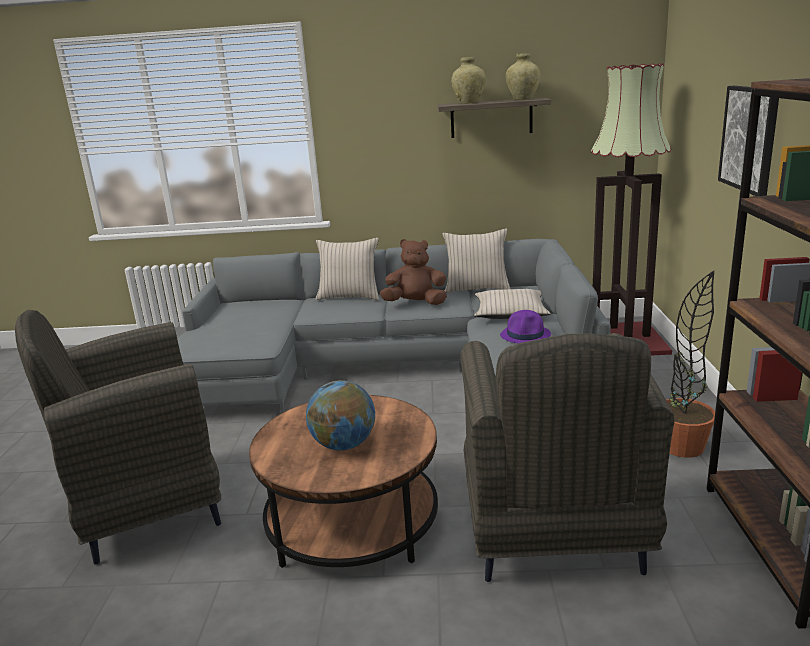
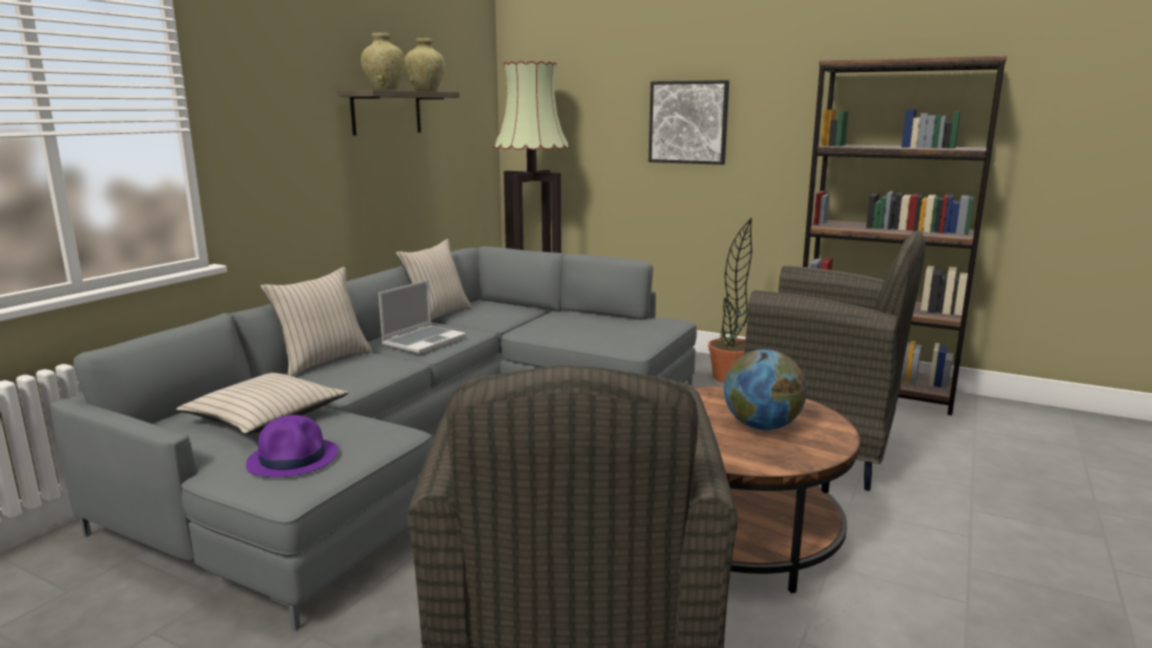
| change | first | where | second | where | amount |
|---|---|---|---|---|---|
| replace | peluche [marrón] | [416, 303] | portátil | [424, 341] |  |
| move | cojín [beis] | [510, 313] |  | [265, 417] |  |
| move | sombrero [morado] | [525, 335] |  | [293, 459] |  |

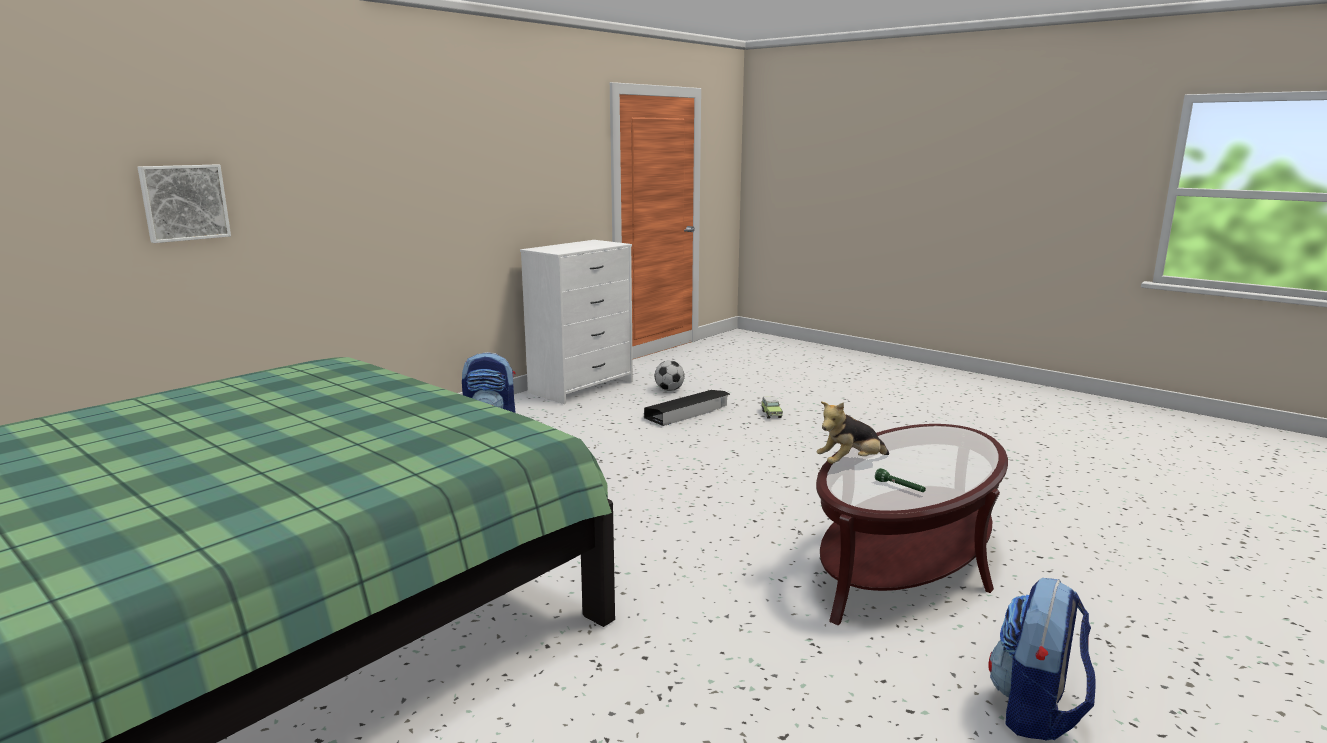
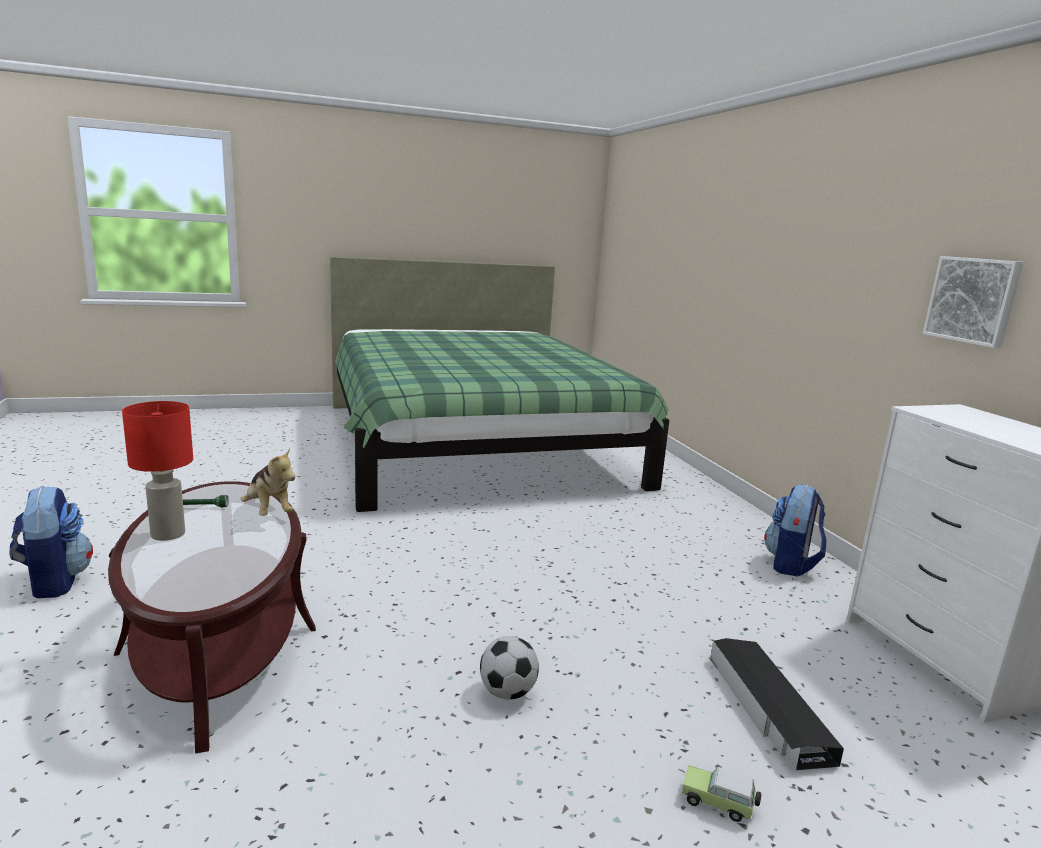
| change | first | where | second | where | amount |
|---|---|---|---|---|---|
| move | cuadro | [184, 202] |  | [973, 300] |  |
| move | balón de fútbol | [669, 390] |  | [508, 692] |  |
| rotate | peluche | [850, 463] |  | [268, 511] | 135 degrees clockwise |
| insert |  |  | lámpara de mesa [rojo] | [167, 534] |  |

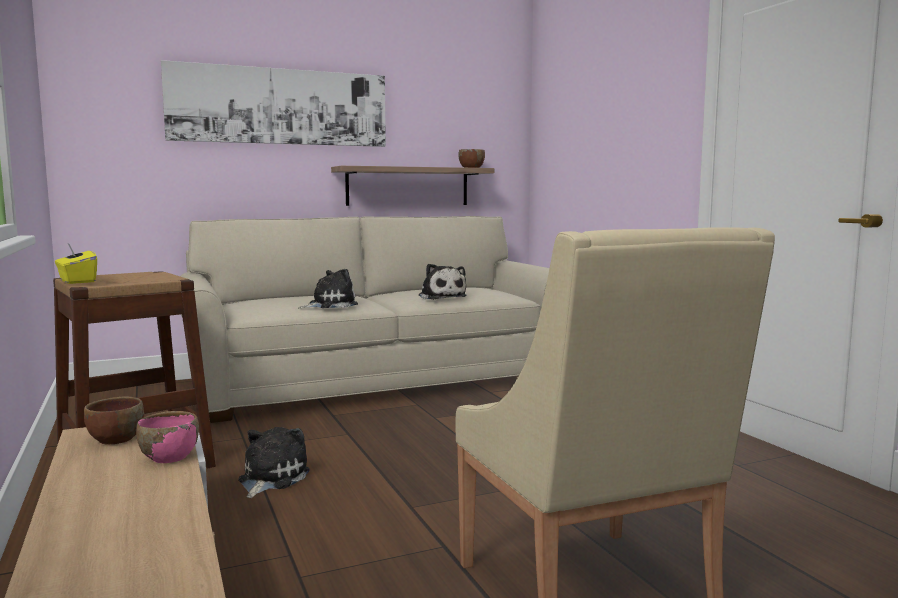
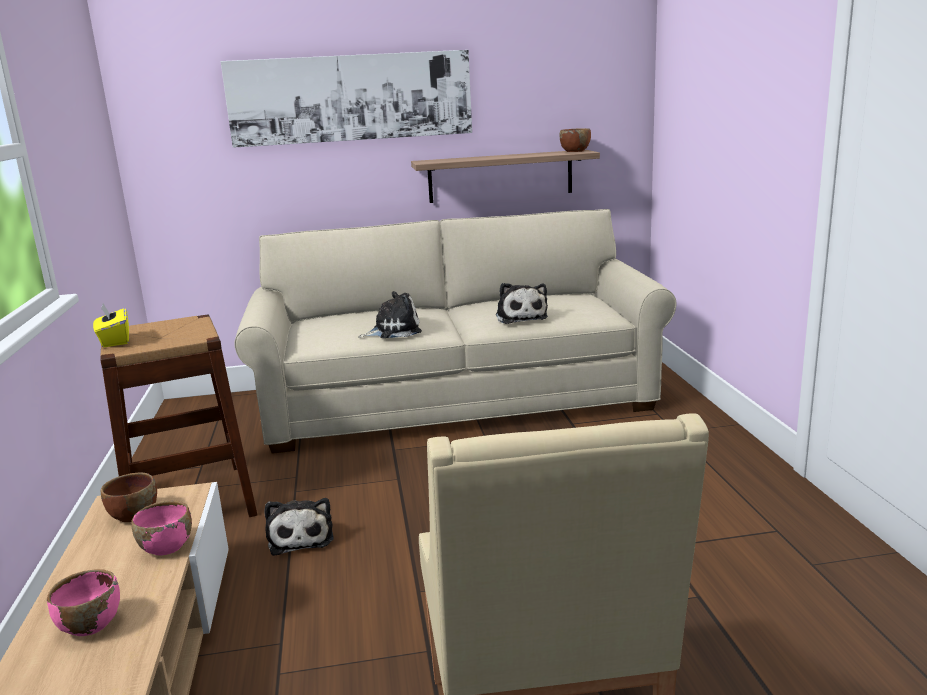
| change | first | where | second | where | amount |
|---|---|---|---|---|---|
| rotate | peluche | [270, 478] |  | [301, 537] | 135 degrees clockwise |
| insert |  |  | cuenco [rosa] | [90, 624] |  |

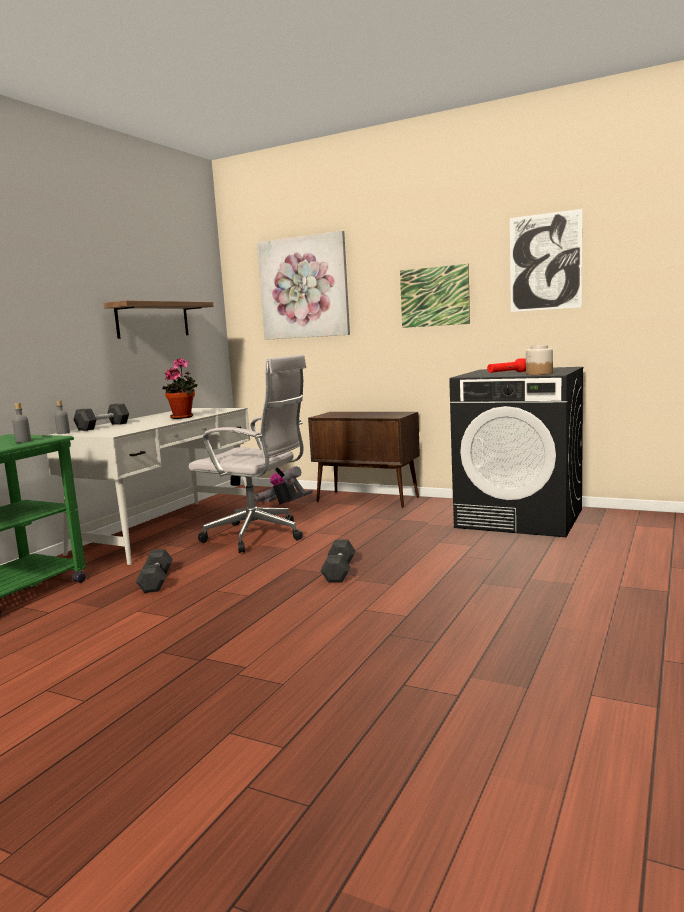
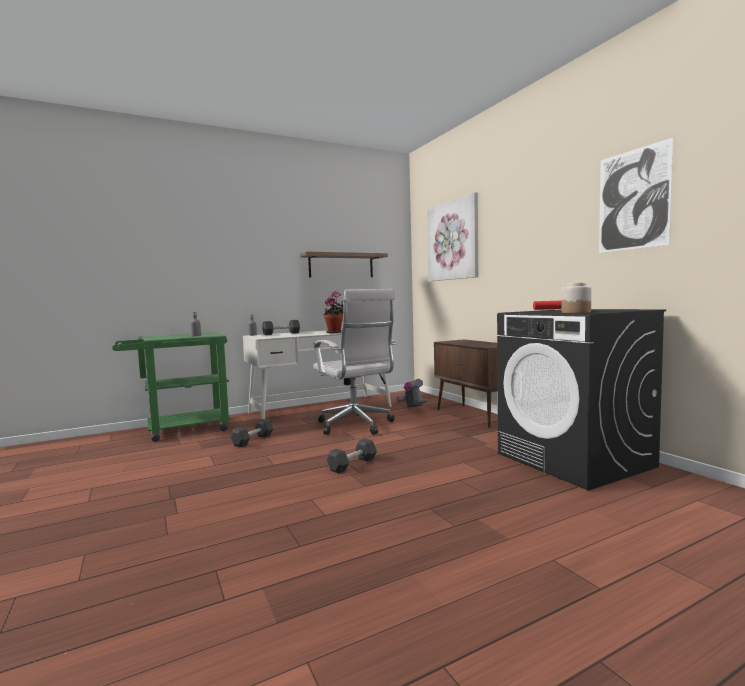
| change | first | where | second | where | amount |
|---|---|---|---|---|---|
| delete | cuadro | [434, 296] |  |  |  |

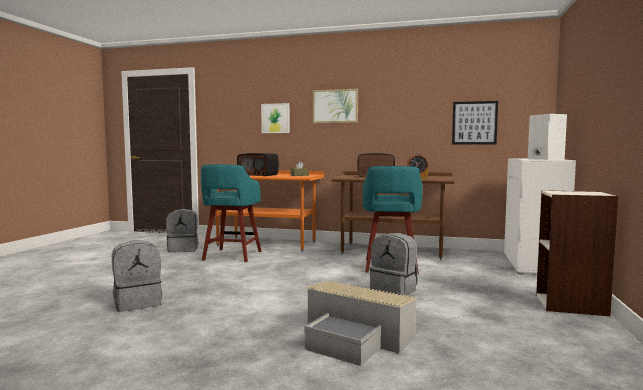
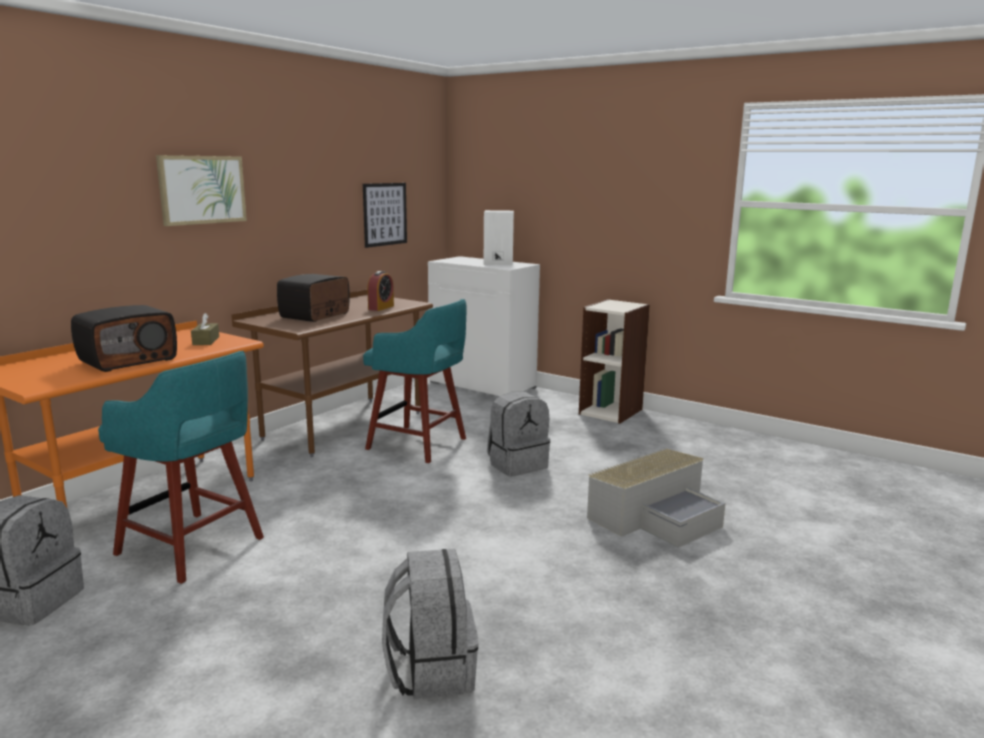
| change | first | where | second | where | amount |
|---|---|---|---|---|---|
| delete | cuadro | [275, 118] |  |  |  |

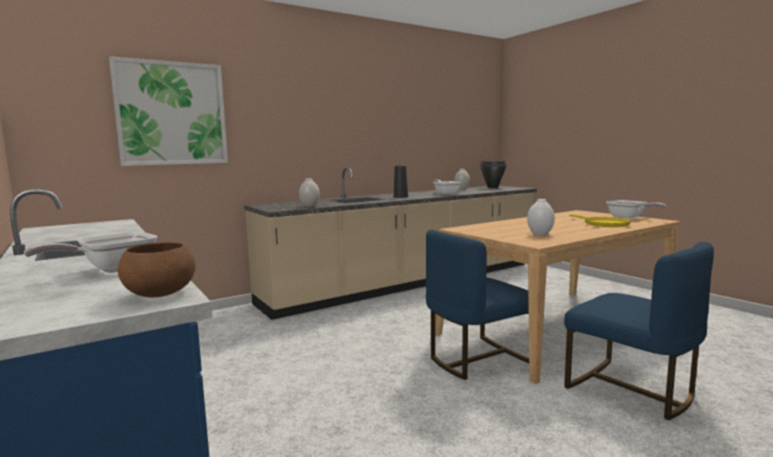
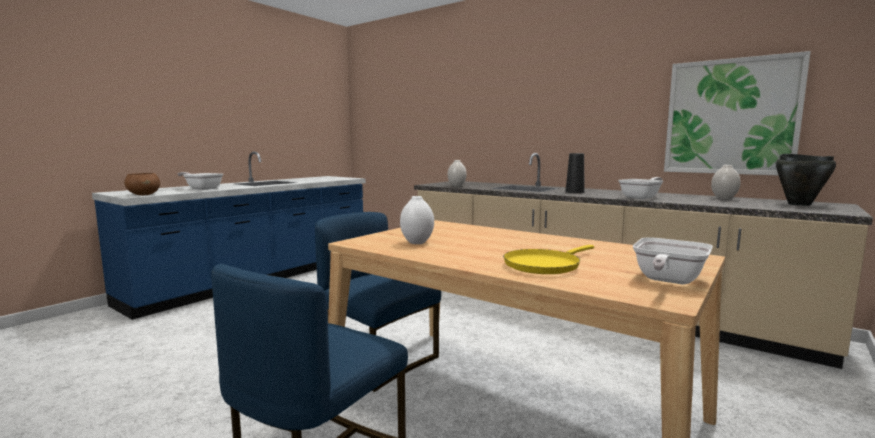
| change | first | where | second | where | amount |
|---|---|---|---|---|---|
| move | cuadro | [172, 114] |  | [730, 117] |  |

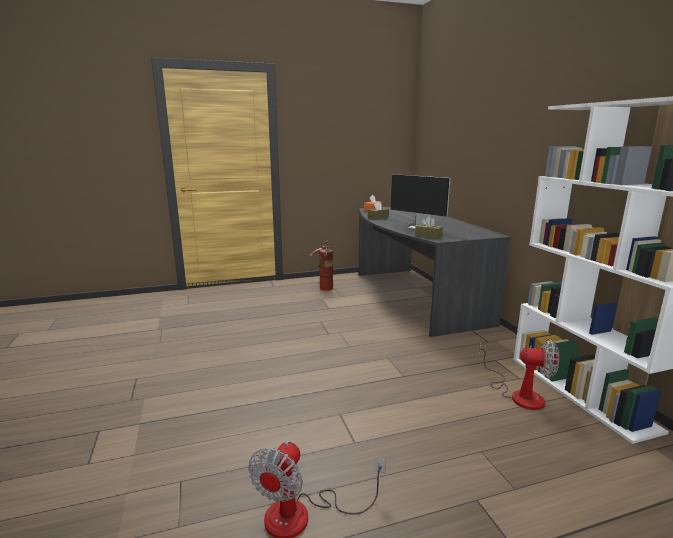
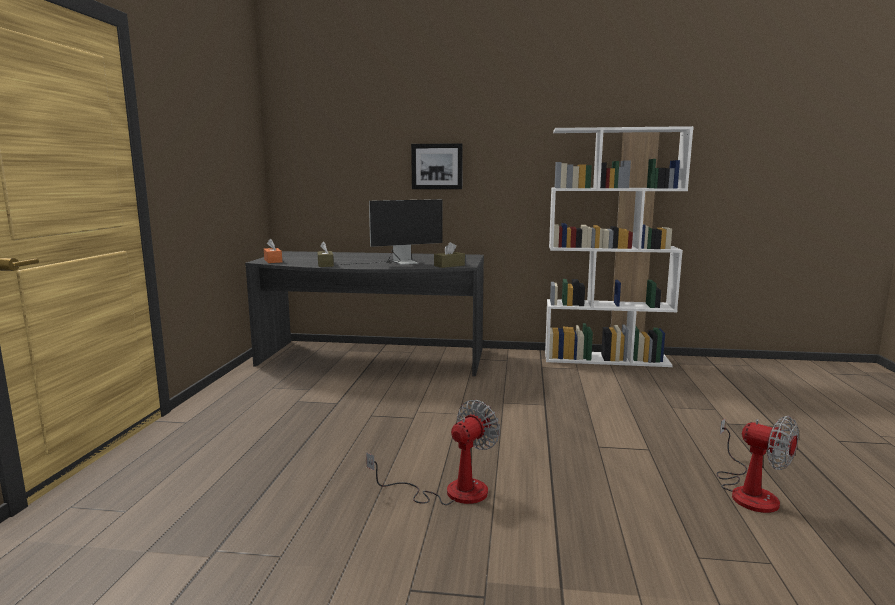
| change | first | where | second | where | amount |
|---|---|---|---|---|---|
| delete | extintor | [323, 286] |  |  |  |
| move | ventilador | [518, 394] |  | [451, 492] |  |
| insert |  |  | cuadro | [437, 166] |  |

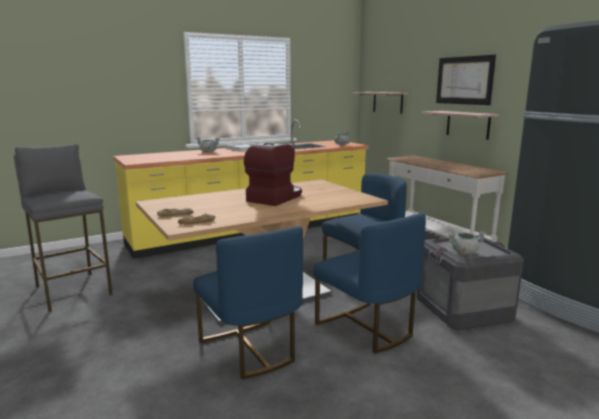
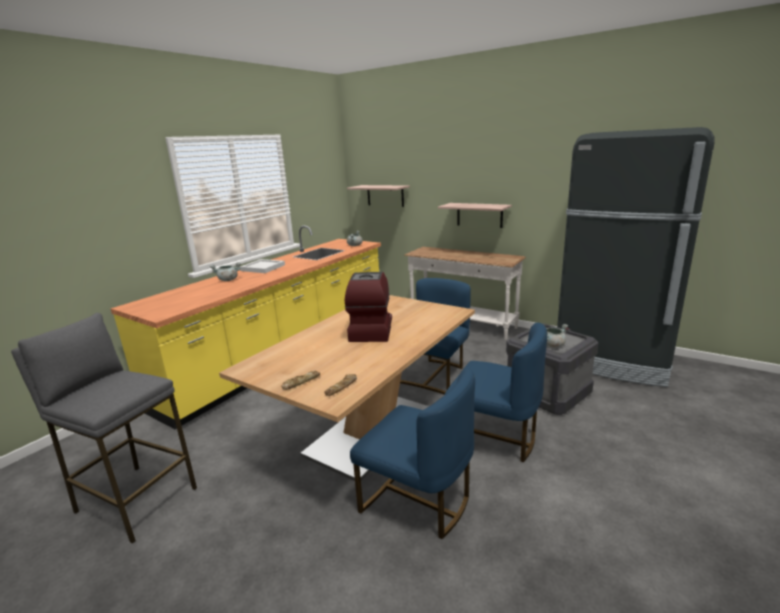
| change | first | where | second | where | amount |
|---|---|---|---|---|---|
| delete | cuadro | [464, 80] |  |  |  |

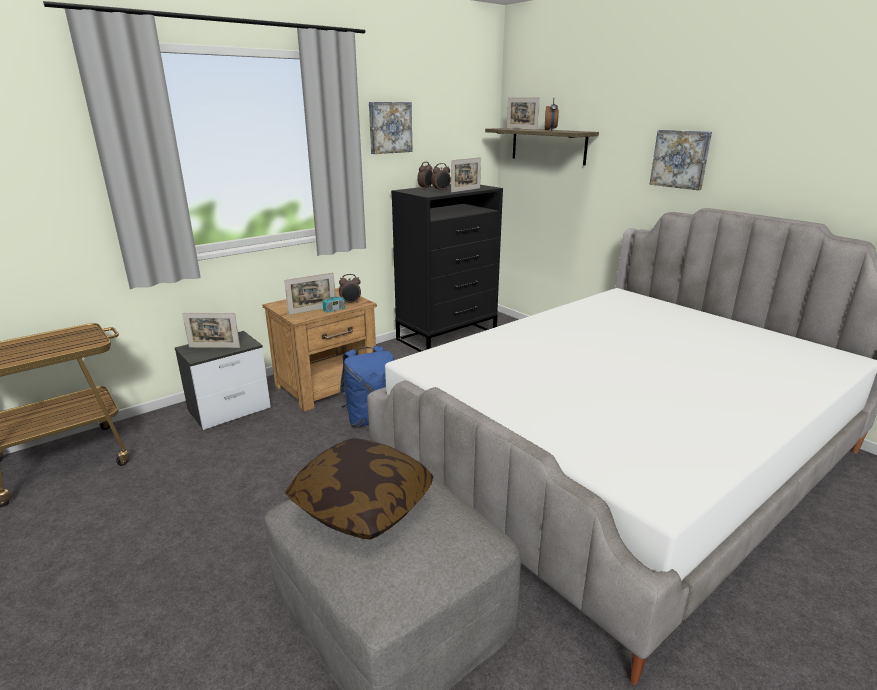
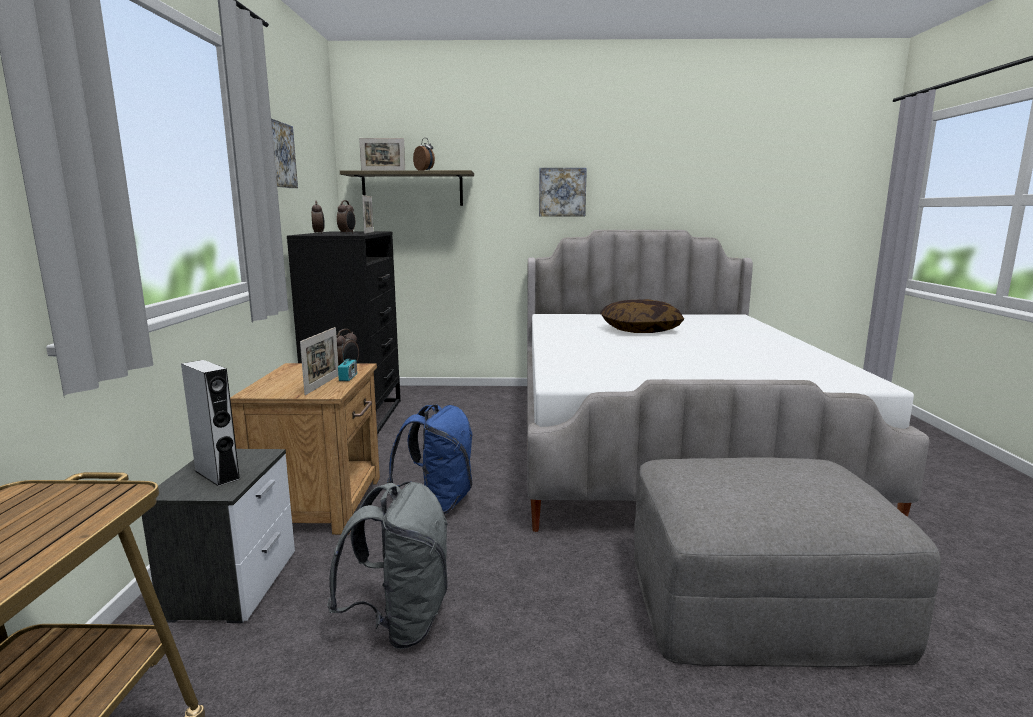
| change | first | where | second | where | amount |
|---|---|---|---|---|---|
| replace | portarretratos | [214, 347] | altavoz [gris] | [217, 474] |  |
| move | cojín | [362, 504] |  | [640, 330] |  |
| insert |  |  | mochila [gris] | [400, 623] |  |

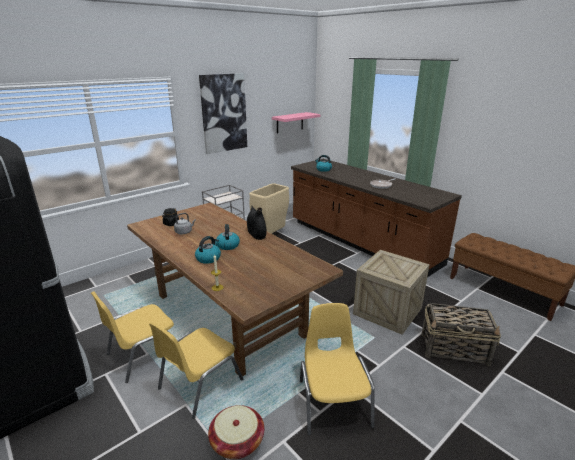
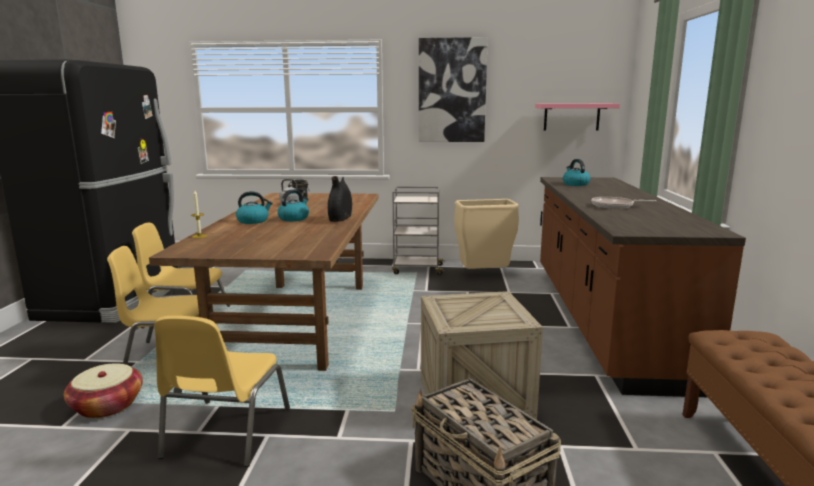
| change | first | where | second | where | amount |
|---|---|---|---|---|---|
| rotate | silla [amarillo] | [333, 401] |  | [225, 433] | 150 degrees clockwise |

